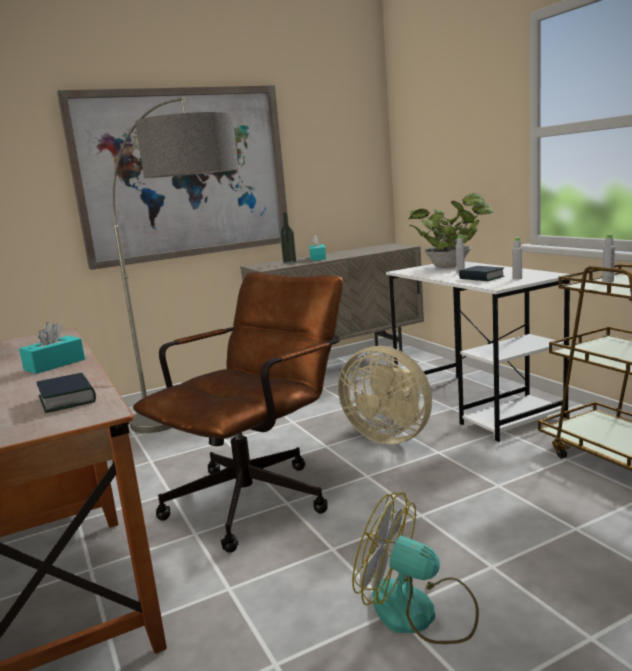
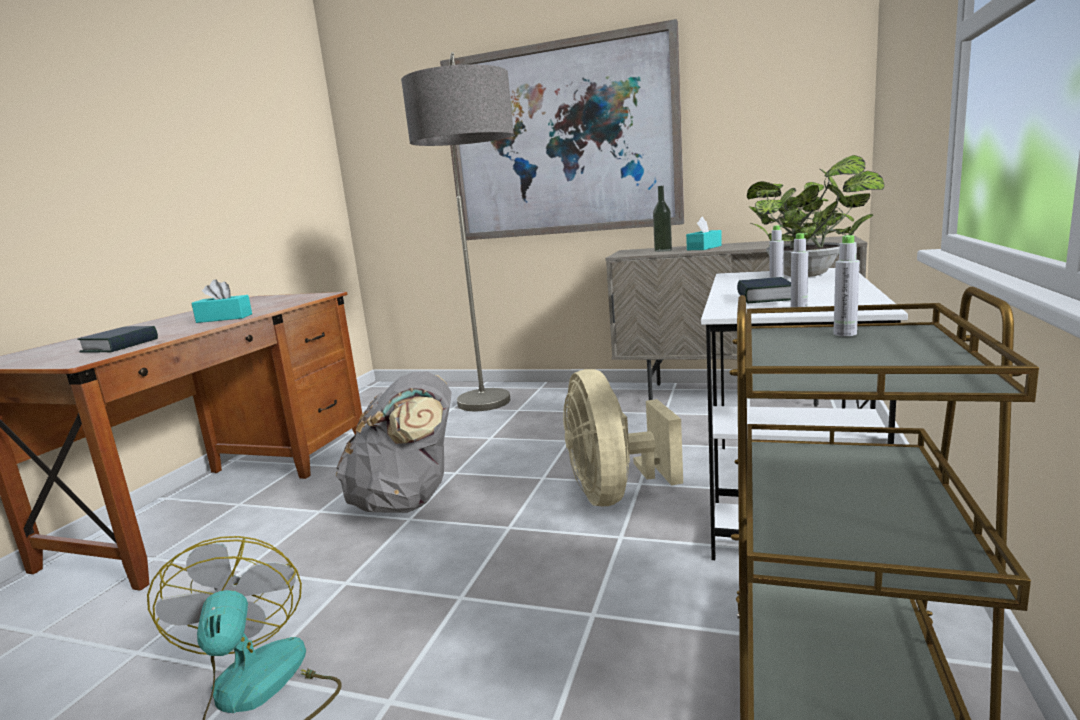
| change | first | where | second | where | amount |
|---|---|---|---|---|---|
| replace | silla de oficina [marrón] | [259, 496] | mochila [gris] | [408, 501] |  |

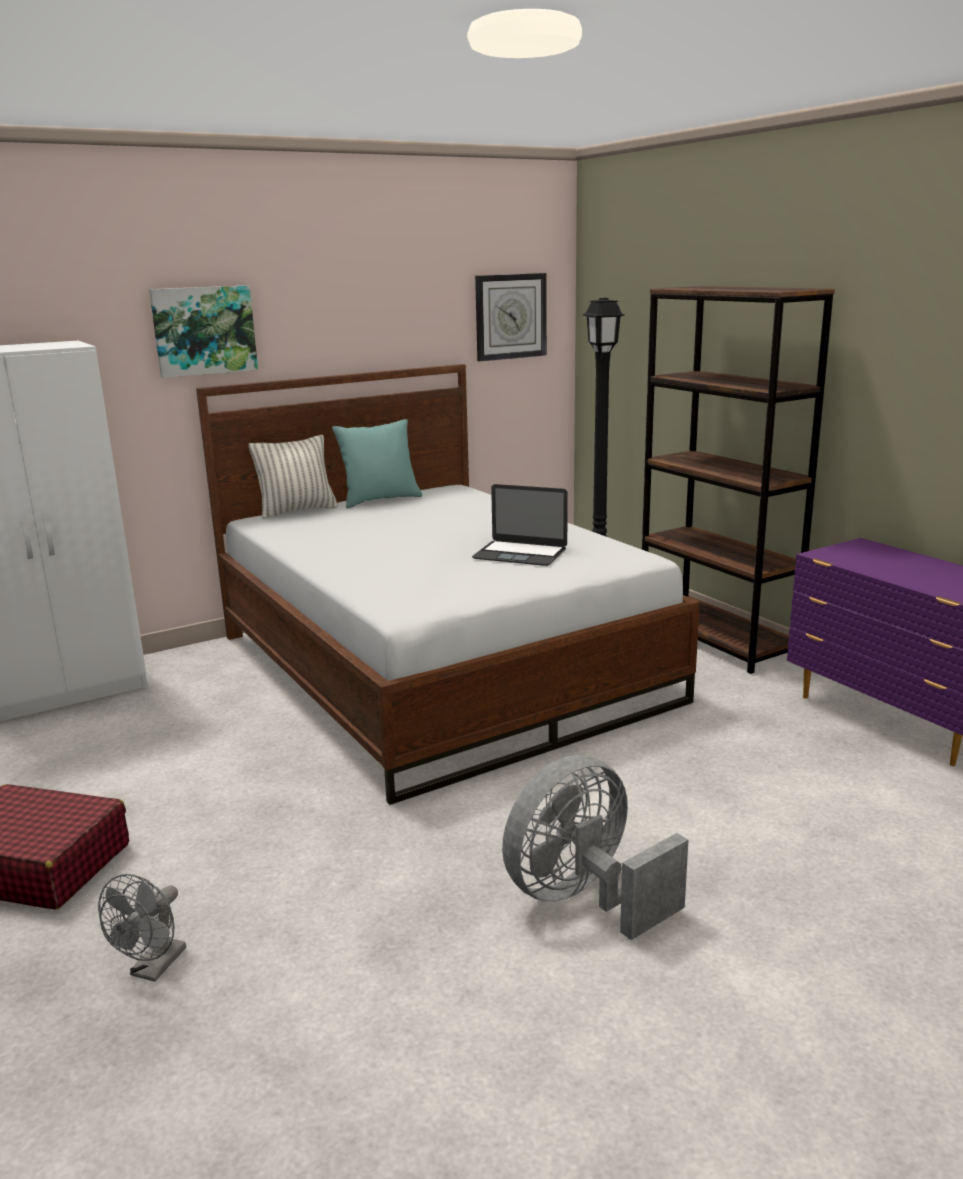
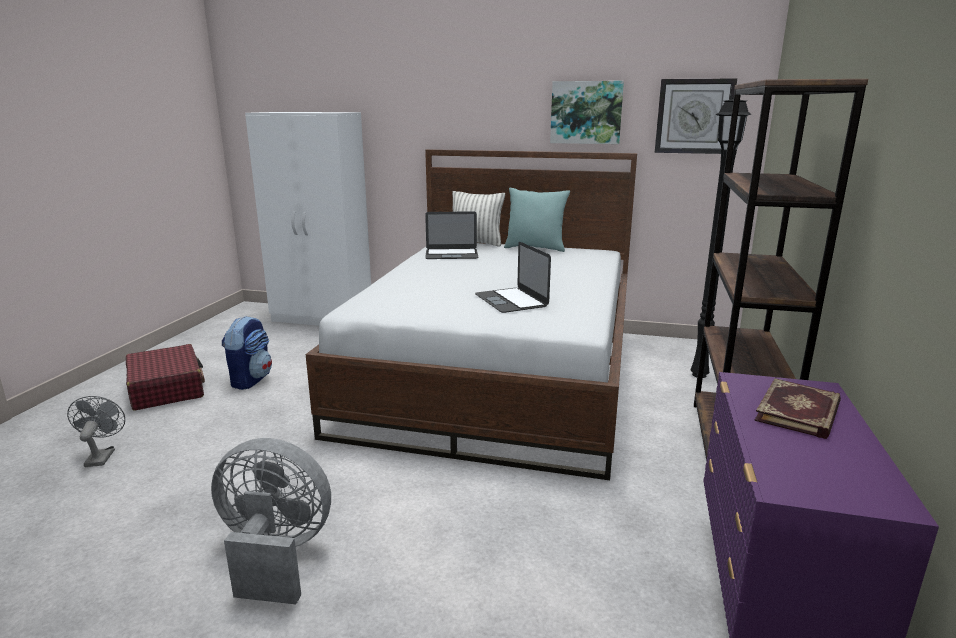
| change | first | where | second | where | amount |
|---|---|---|---|---|---|
| move | cuadro | [204, 330] |  | [586, 112] |  |
| rotate | ventilador [gris] | [153, 968] |  | [101, 456] | 105 degrees clockwise |
| insert |  |  | portátil | [451, 254] |  |
| insert |  |  | mochila | [250, 380] |  |
| insert |  |  | libro | [799, 412] |  |

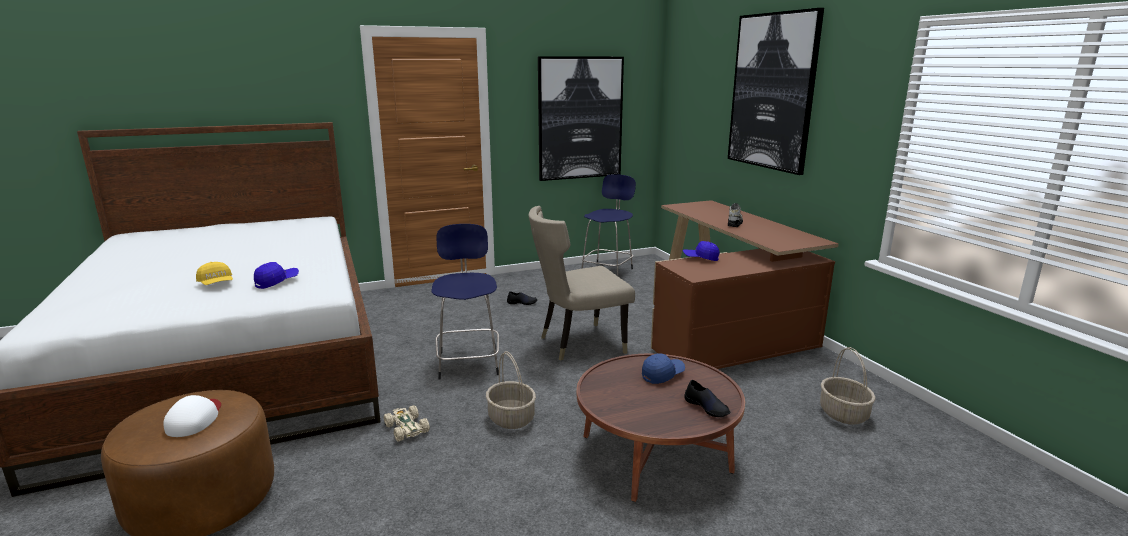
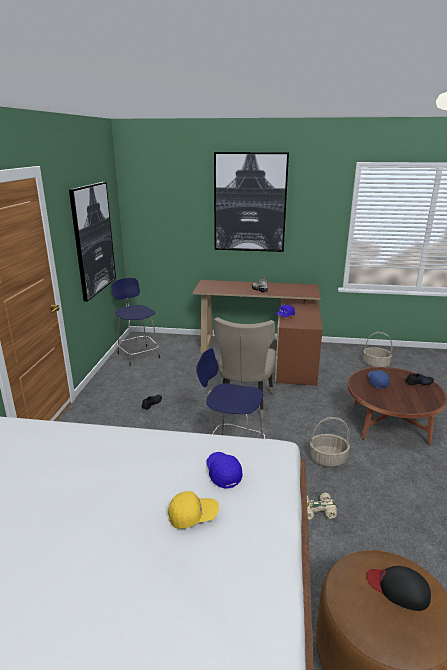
| change | first | where | second | where | amount |
|---|---|---|---|---|---|
| recolor | gorra [blanco] | [195, 419] | gorra [negro] | [398, 588] |  |

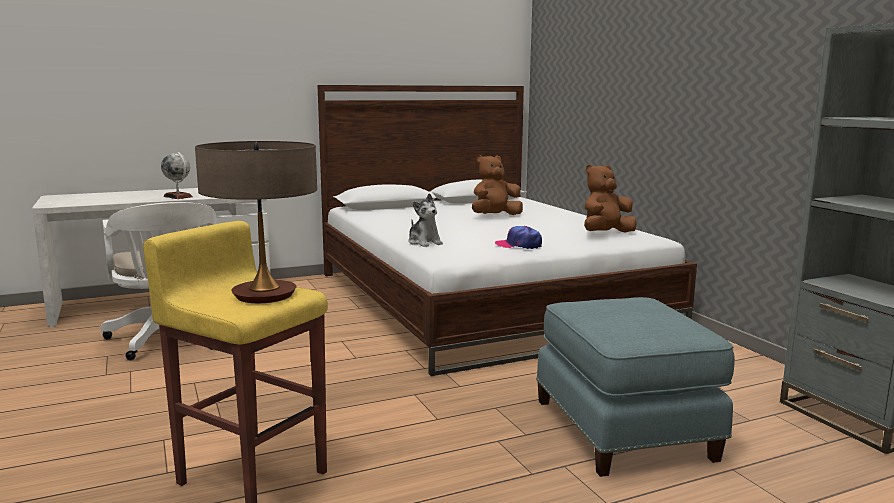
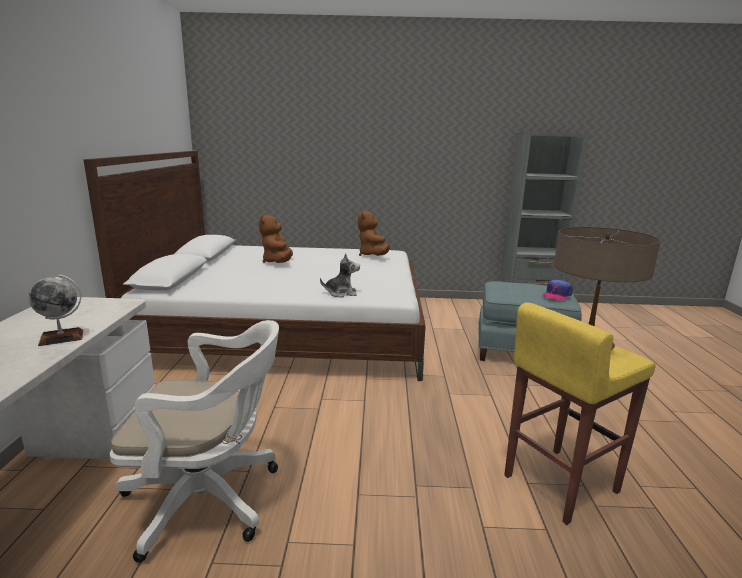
| change | first | where | second | where | amount |
|---|---|---|---|---|---|
| move | gorra | [519, 245] |  | [556, 295] |  |

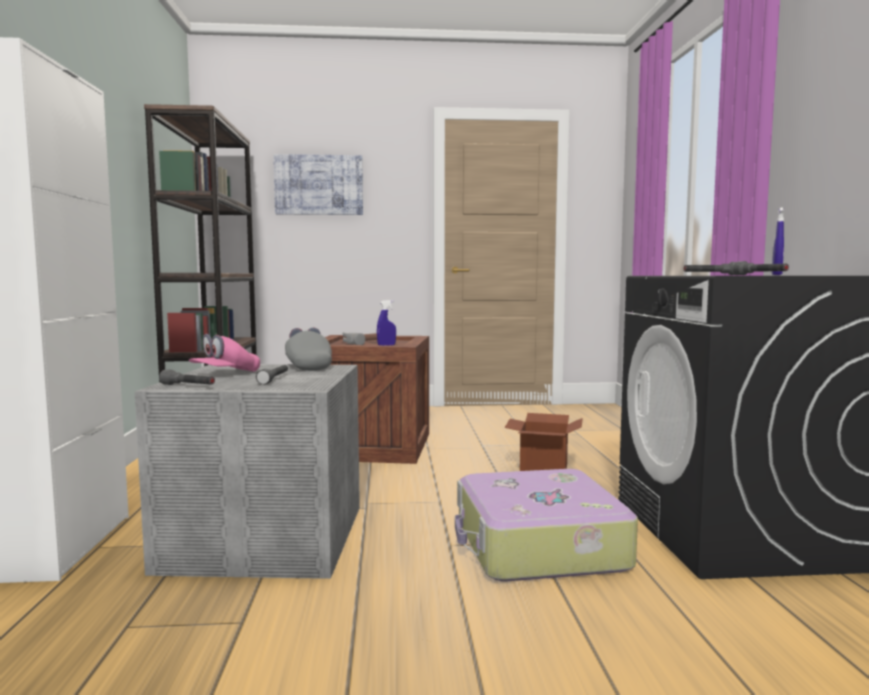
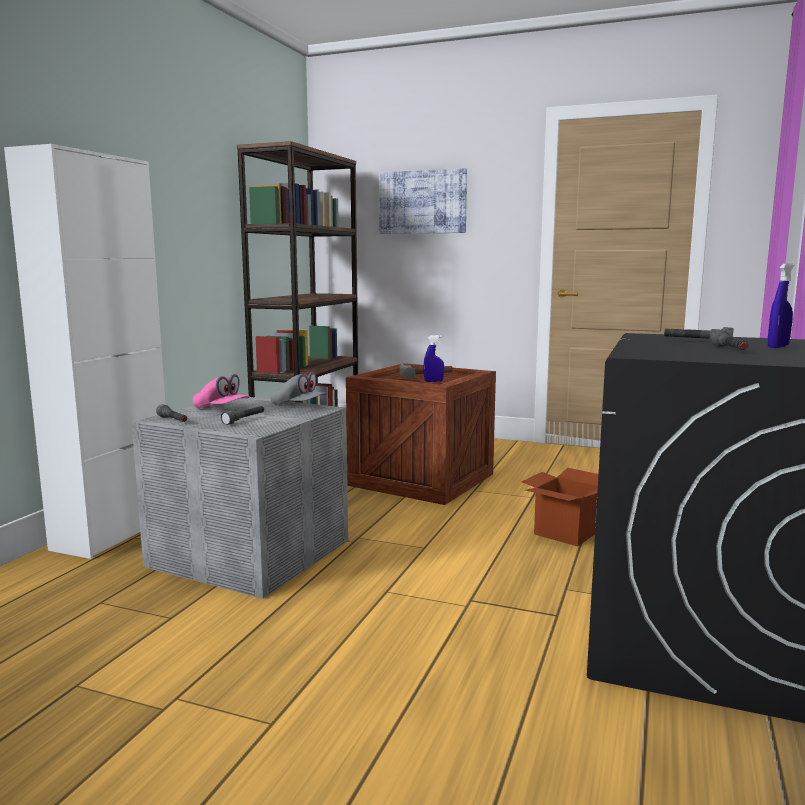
| change | first | where | second | where | amount |
|---|---|---|---|---|---|
| rotate | gorra [gris] | [308, 367] |  | [299, 406] | 120 degrees clockwise |
| rotate | gorra [rosa] | [226, 374] |  | [221, 409] | 120 degrees counterclockwise |
| delete | maleta | [538, 546] |  |  |  |

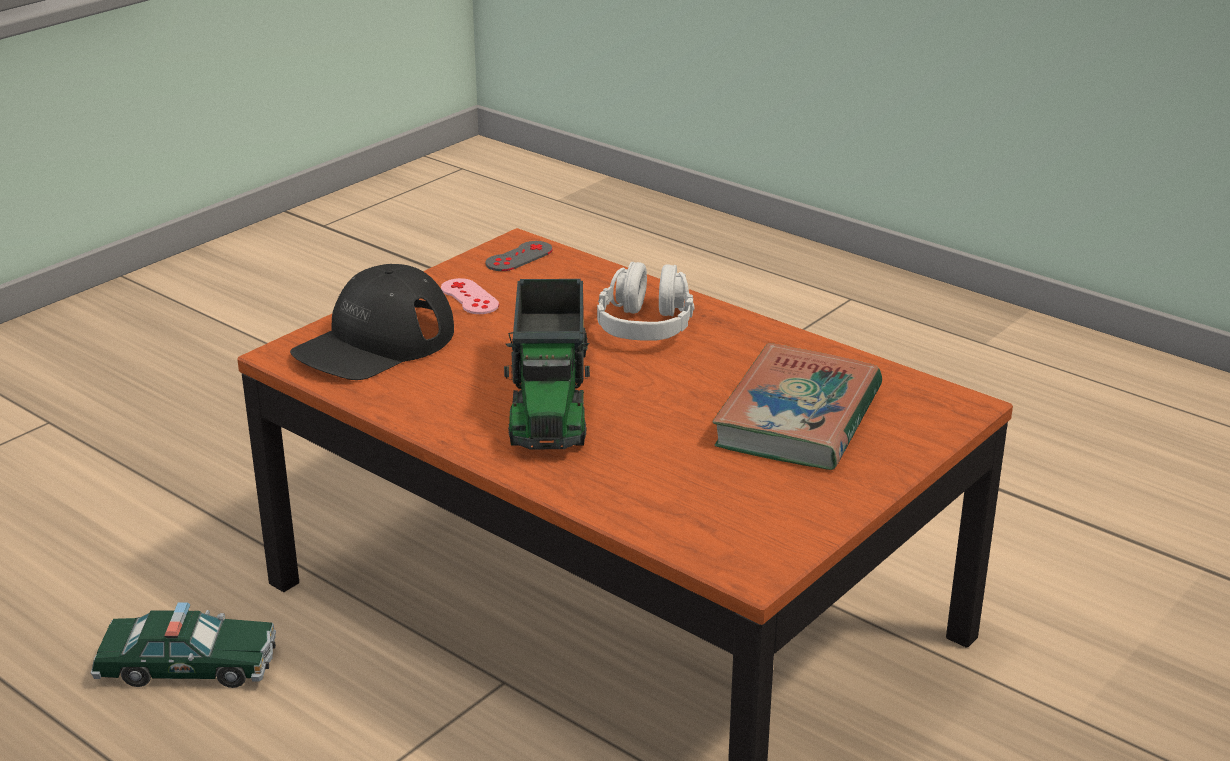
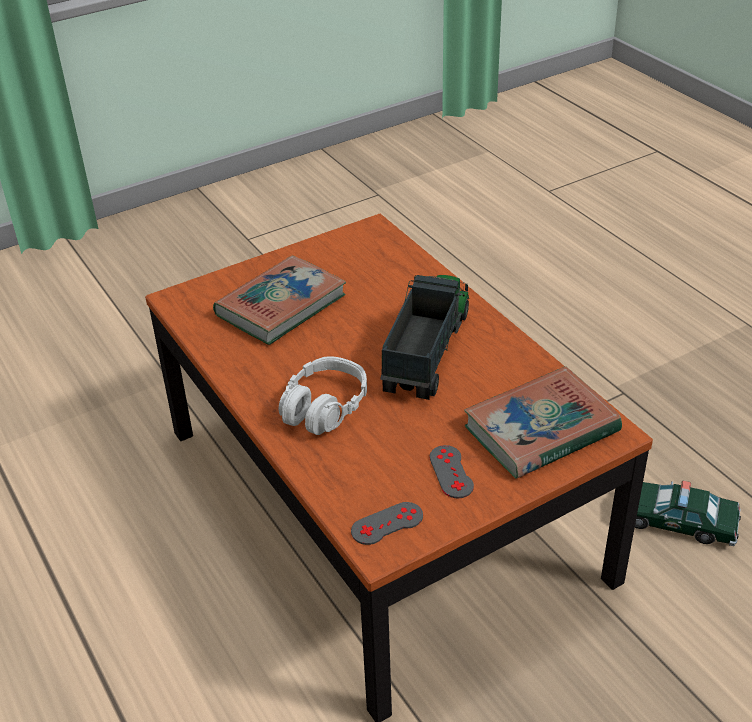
| change | first | where | second | where | amount |
|---|---|---|---|---|---|
| replace | gorra [negro] | [375, 343] | libro | [541, 429] |  |
| recolor | mando de consola [rosa] | [469, 297] | mando de consola [gris] | [451, 472] |  |

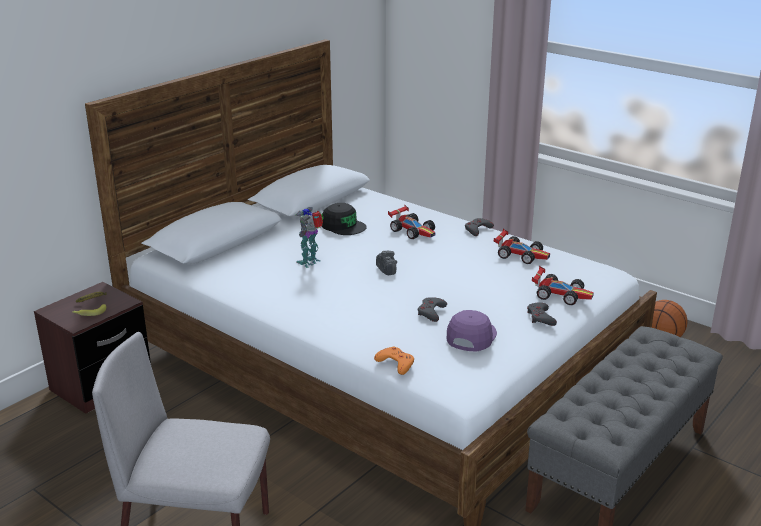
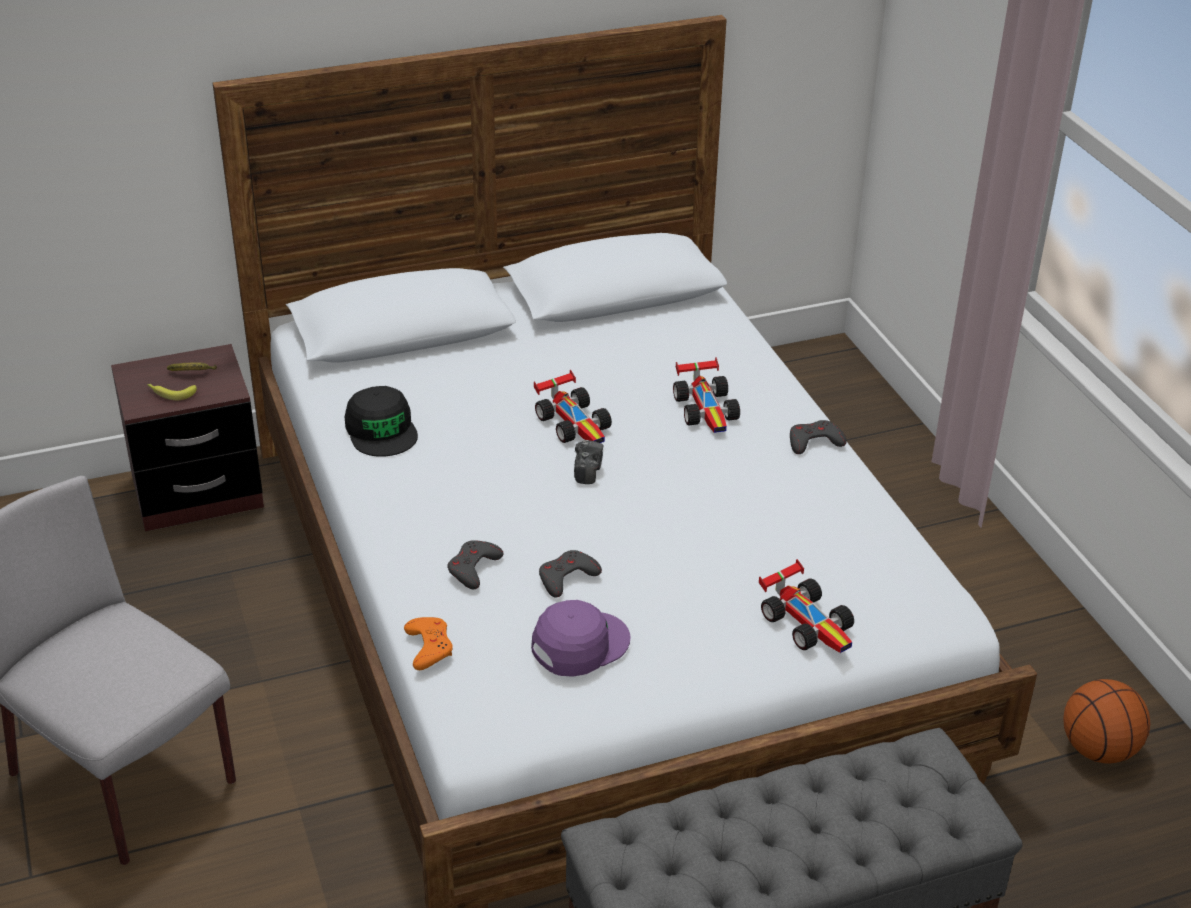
| change | first | where | second | where | amount |
|---|---|---|---|---|---|
| move | gorra [negro] | [343, 226] |  | [381, 430] |  |
| delete | robot de juguete | [310, 262] |  |  |  |
| move | coche de juguete | [521, 255] |  | [575, 423] |  |
| move | mando de consola [gris] | [540, 317] |  | [473, 568] |  |

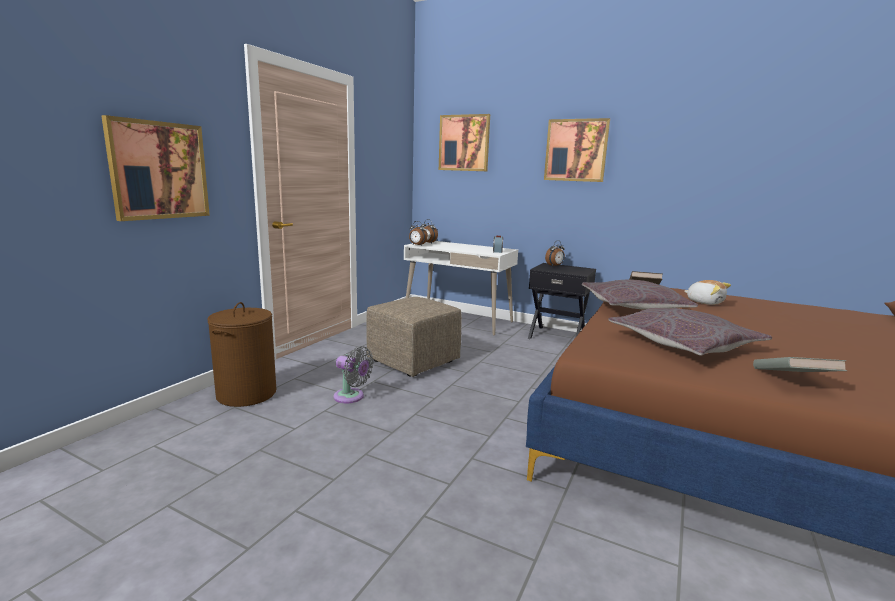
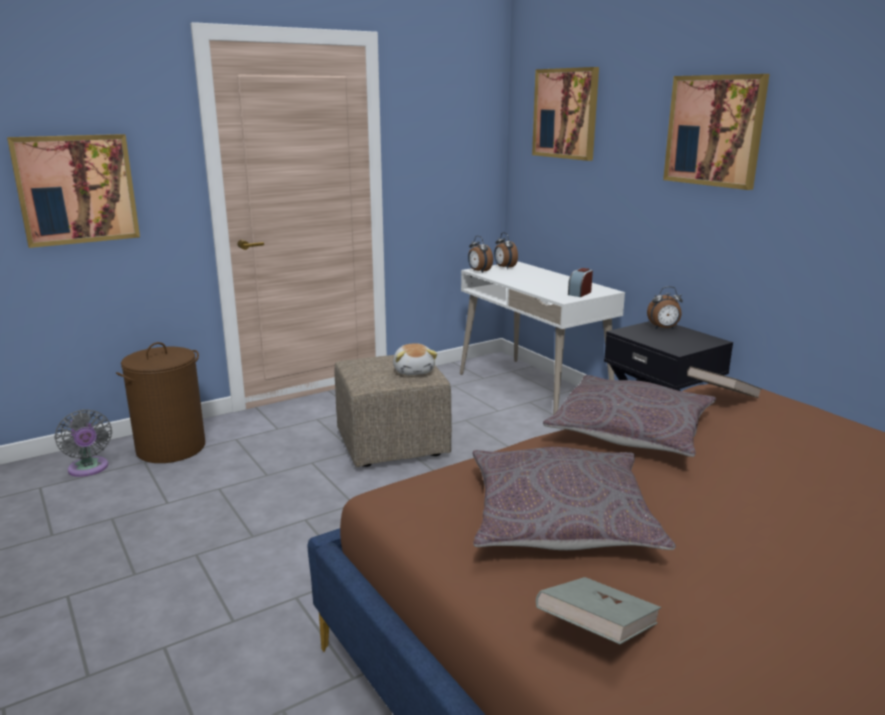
| change | first | where | second | where | amount |
|---|---|---|---|---|---|
| move | peluche | [705, 302] |  | [414, 371] |  |
| move | ventilador [gris] | [351, 397] |  | [89, 469] |  |

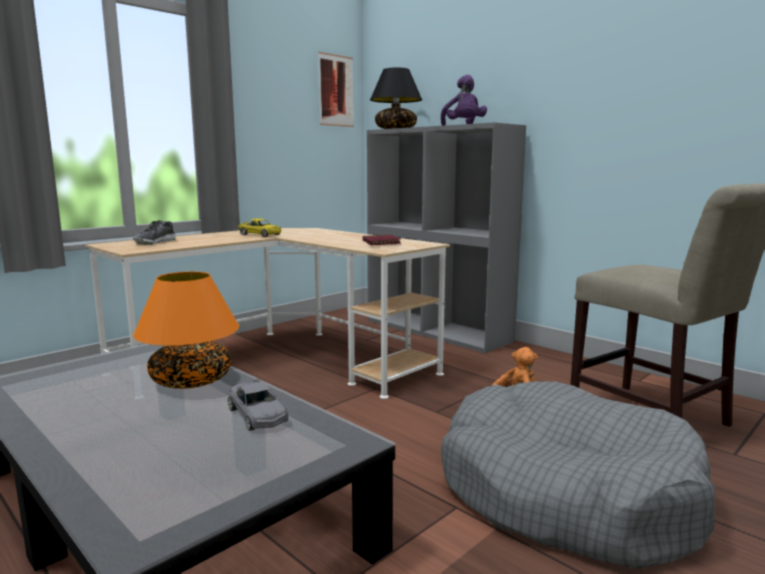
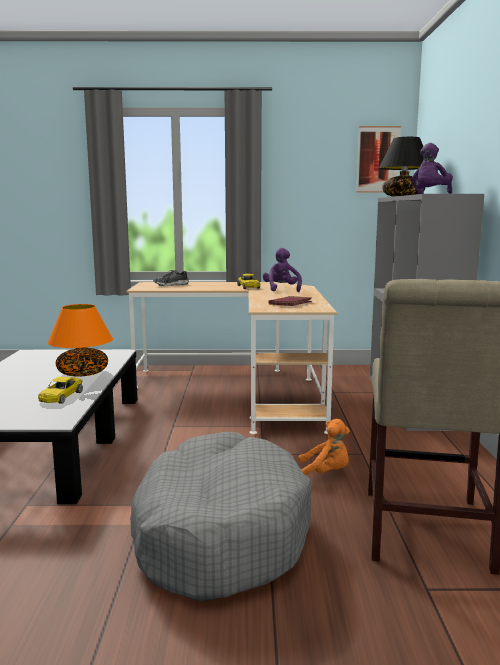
| change | first | where | second | where | amount |
|---|---|---|---|---|---|
| recolor | coche de juguete [gris] | [257, 415] | coche de juguete [amarillo] | [61, 396] |  |
| insert |  |  | peluche [morado] | [281, 289] |  |

